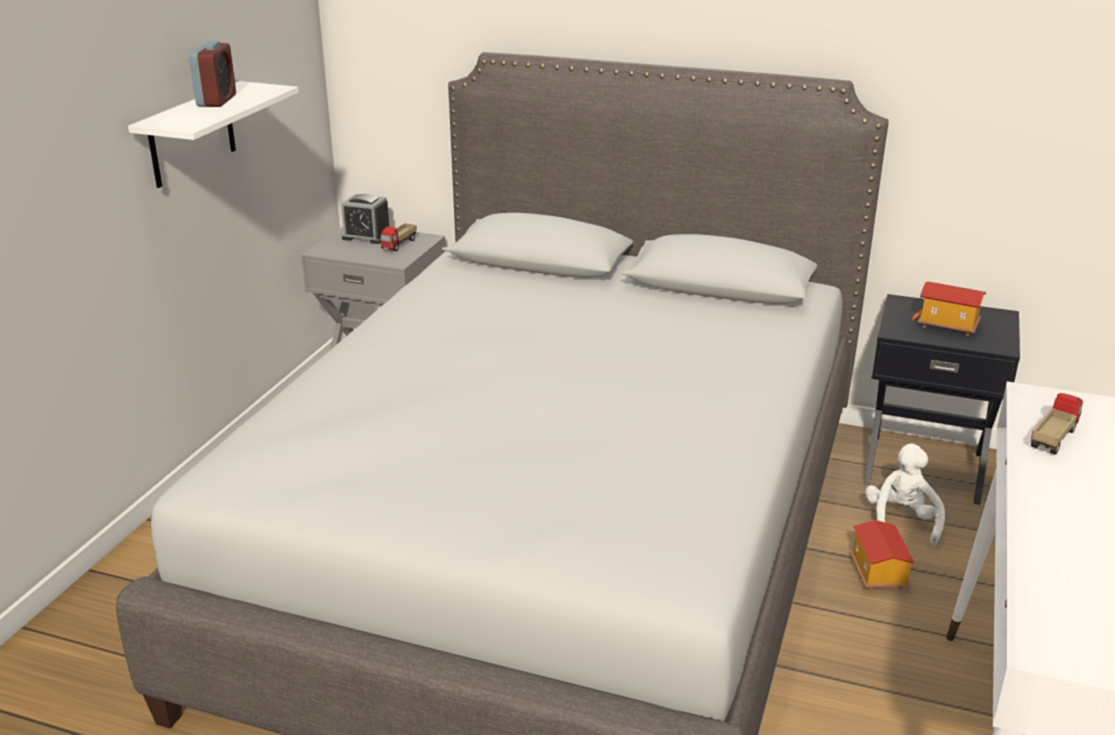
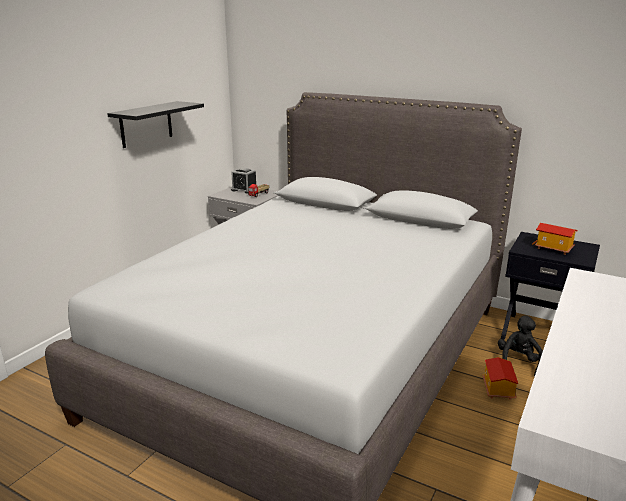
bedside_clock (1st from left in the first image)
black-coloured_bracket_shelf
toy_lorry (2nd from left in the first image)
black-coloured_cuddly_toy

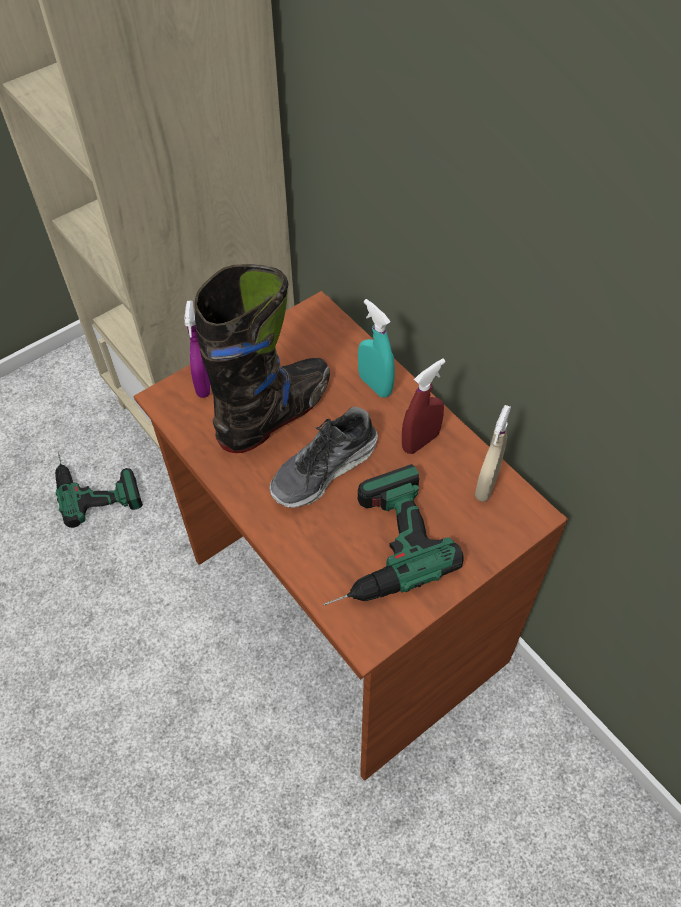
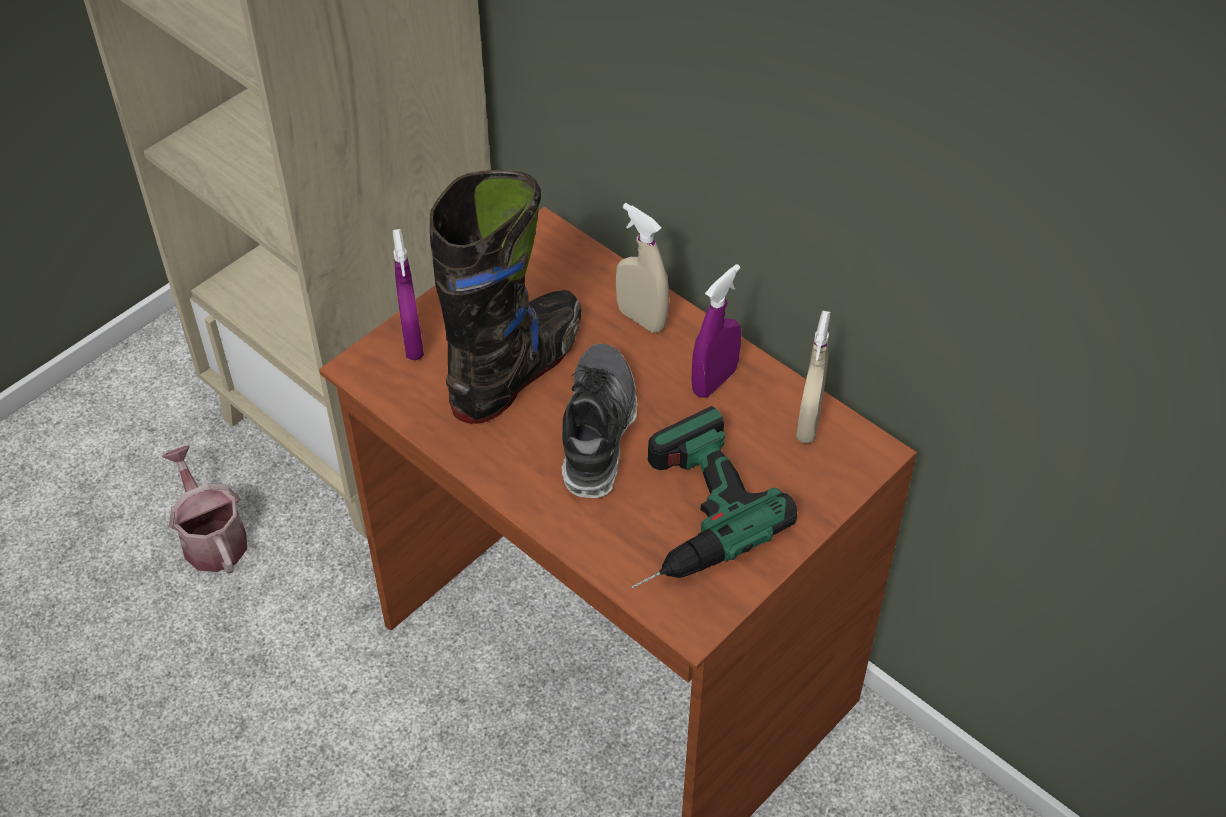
beige-coloured_hand_sprayer (1st from left)
purple_hand_sprayer (2nd from left)
low_shoe
watering_pot

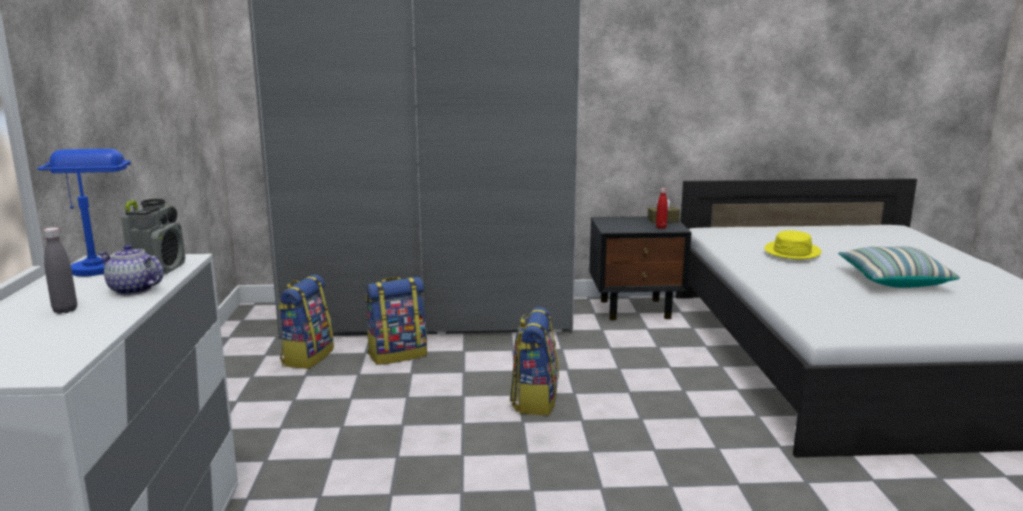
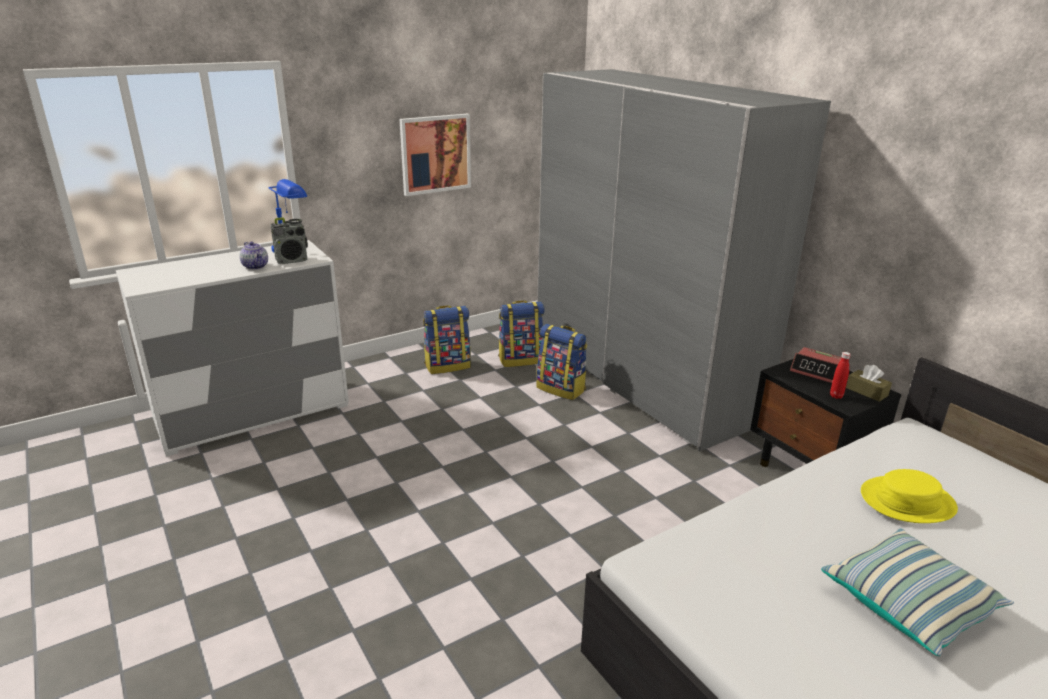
grey_beverage_bottle
teapot
rucksack (1st from left)
picture
bedside_clock

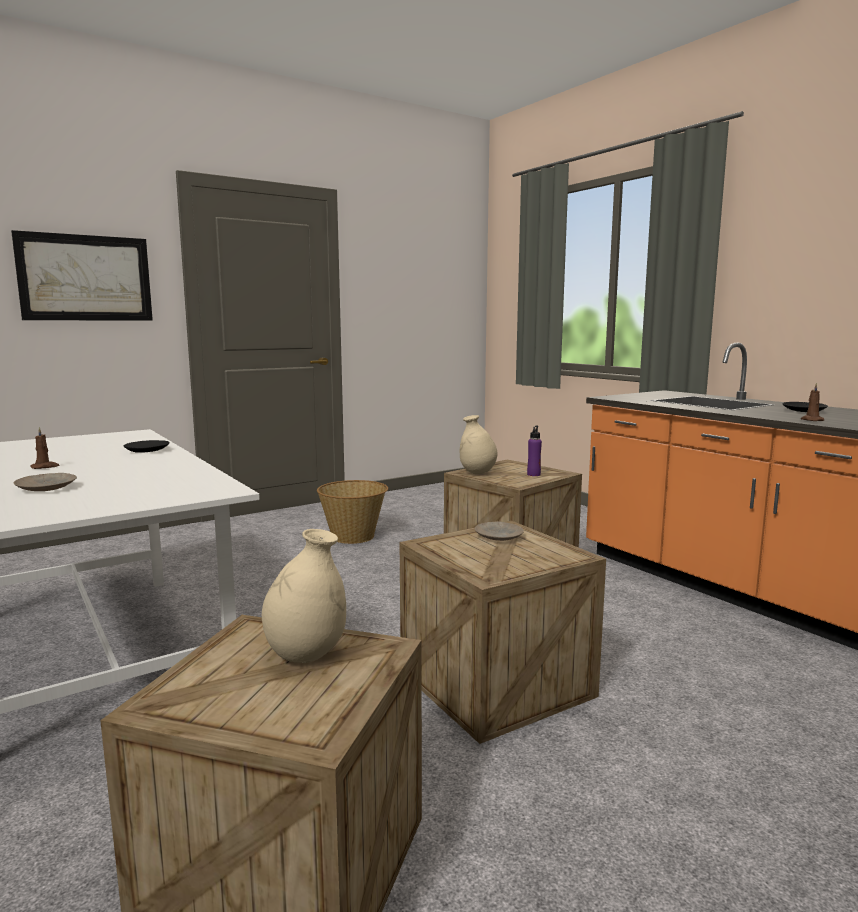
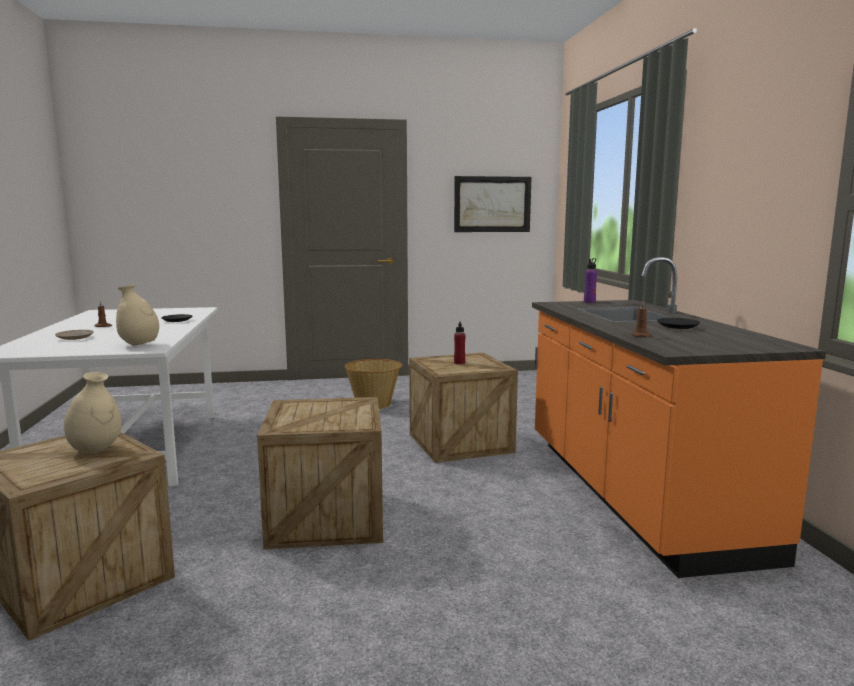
picture
beige-coloured_decorative_vase (2nd from left)
purple_beverage_bottle
beige-coloured_dinner_plate (2nd from left in the first image)
red_beverage_bottle

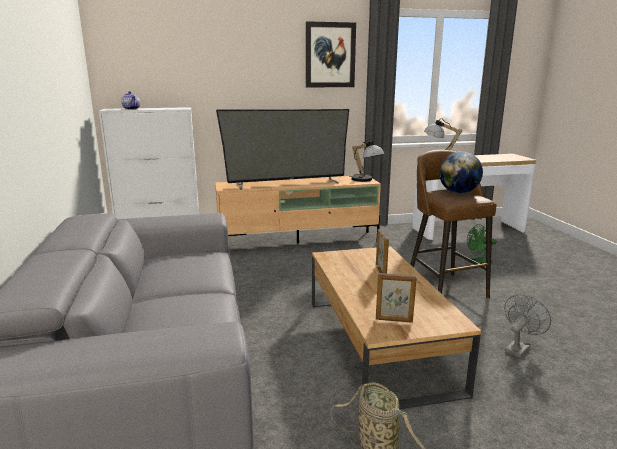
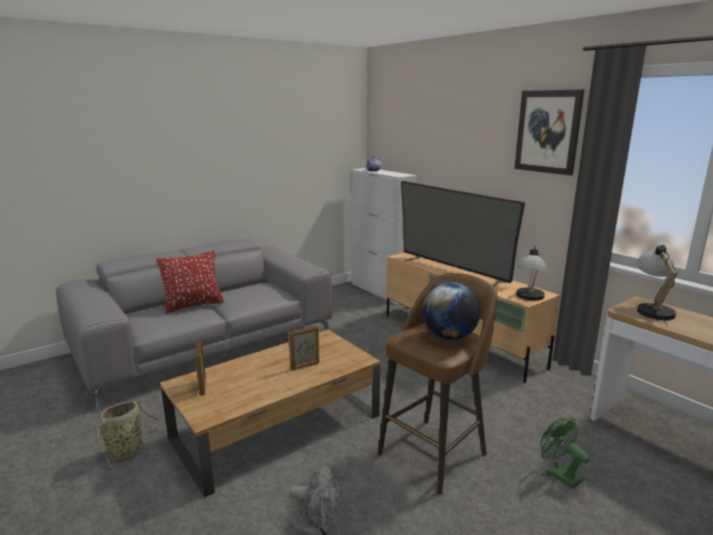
red_throw_pillow

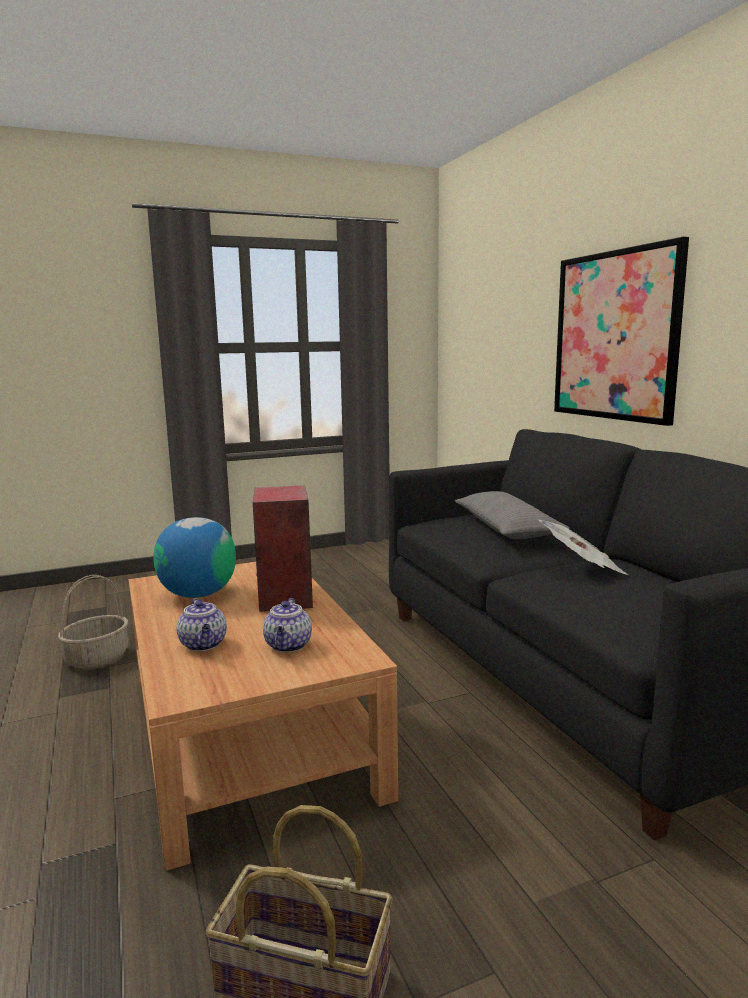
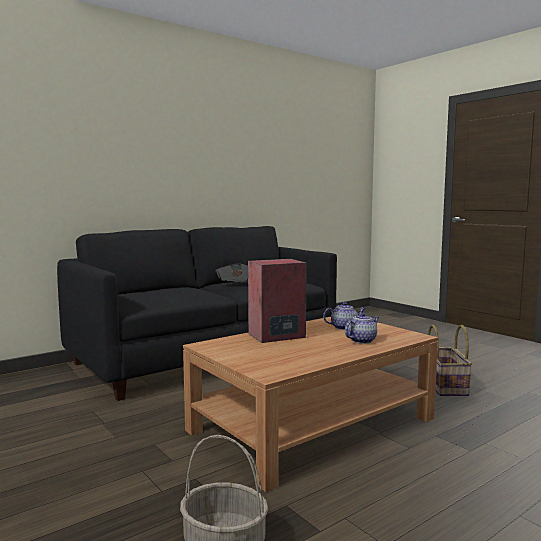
picture
grey_throw_pillow
globe

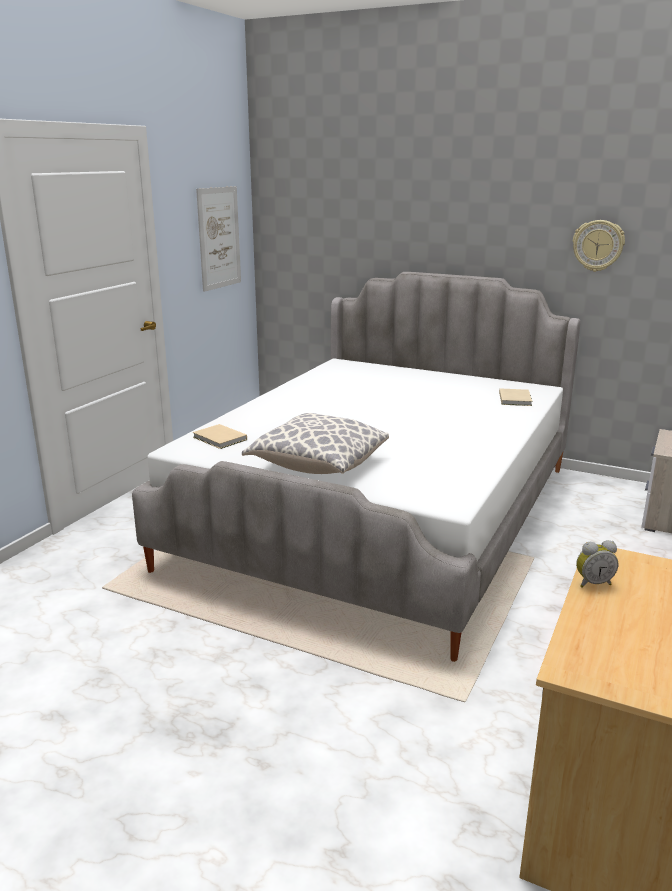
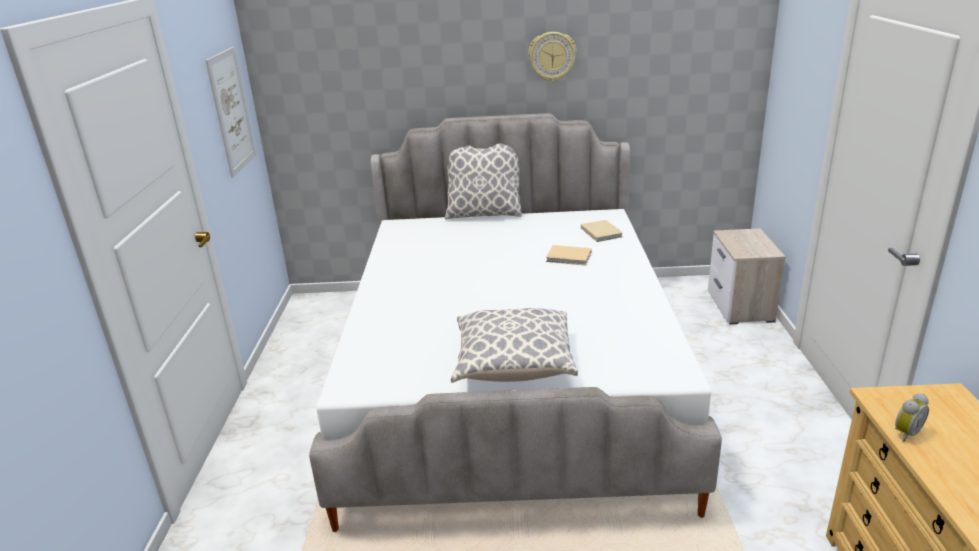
wall_clock
beige-coloured_book (1st from left)
throw_pillow (1st from left)

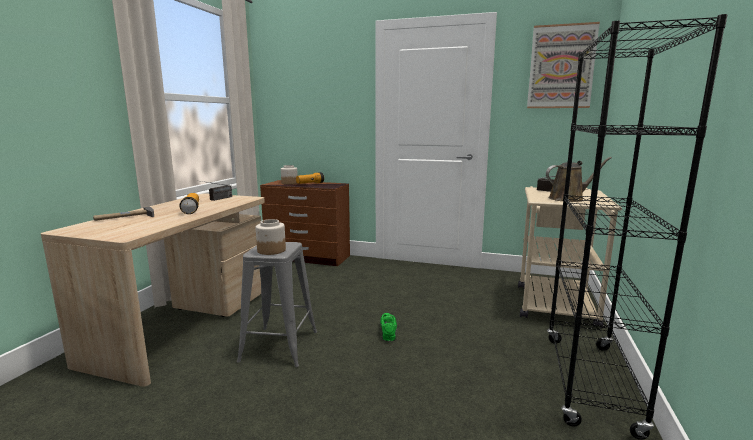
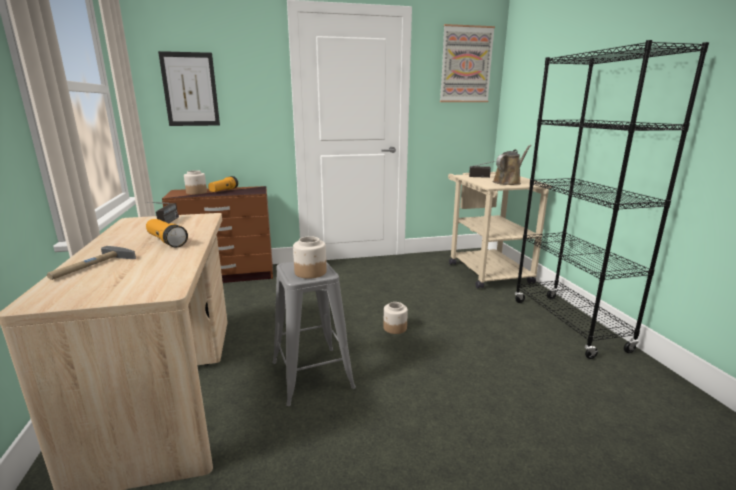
jar (3rd from left)
picture (1st from left)

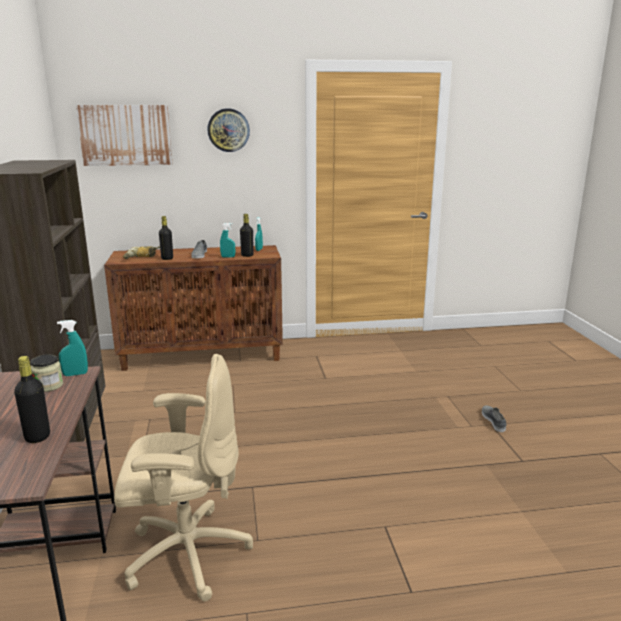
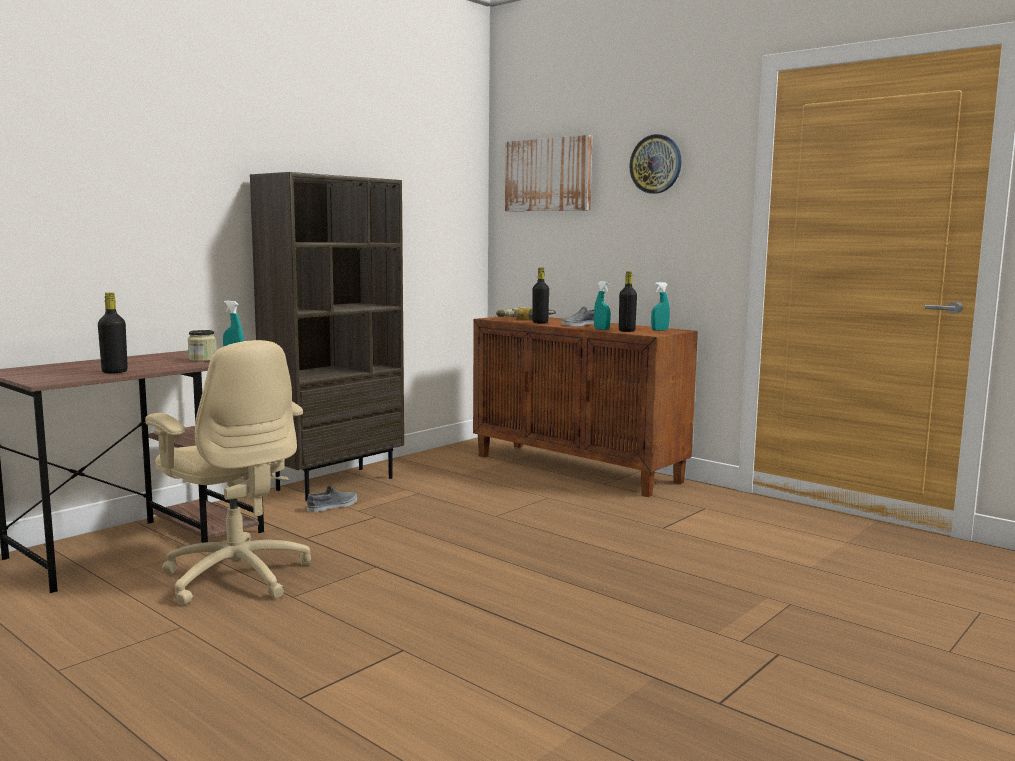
grey_low_shoe (1st from left)

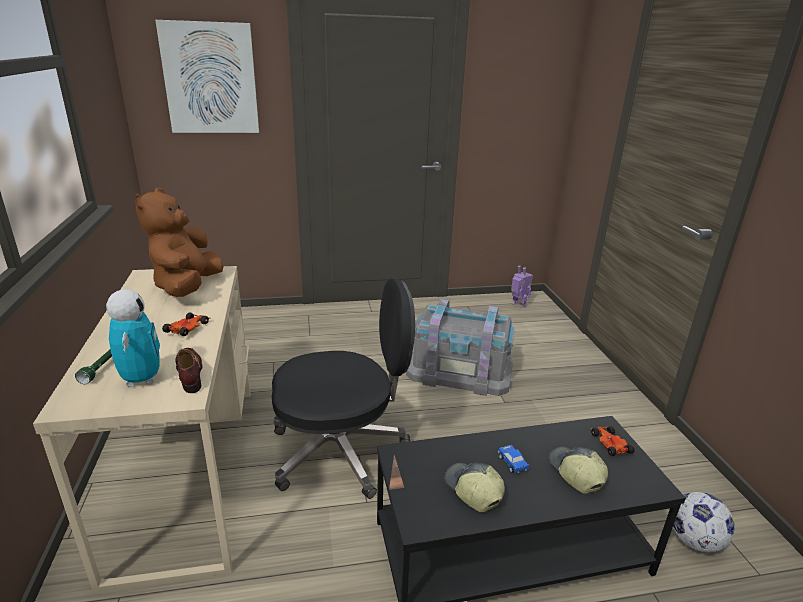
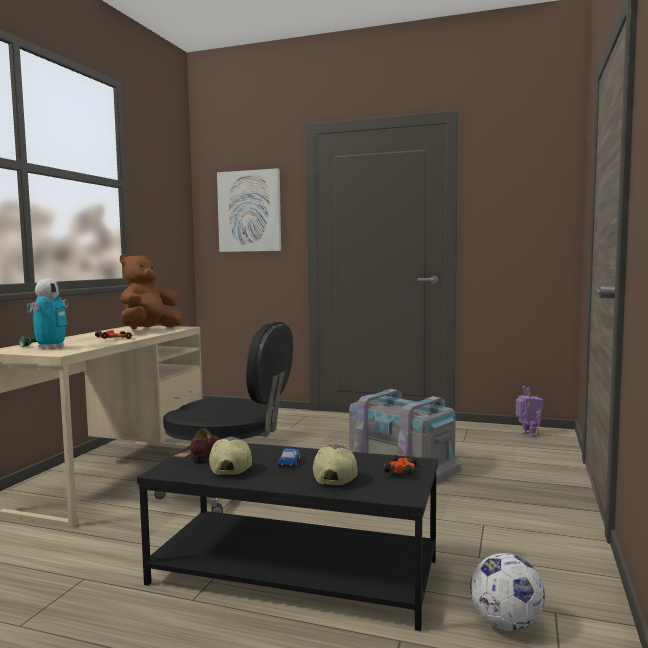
brownish_low_shoe

